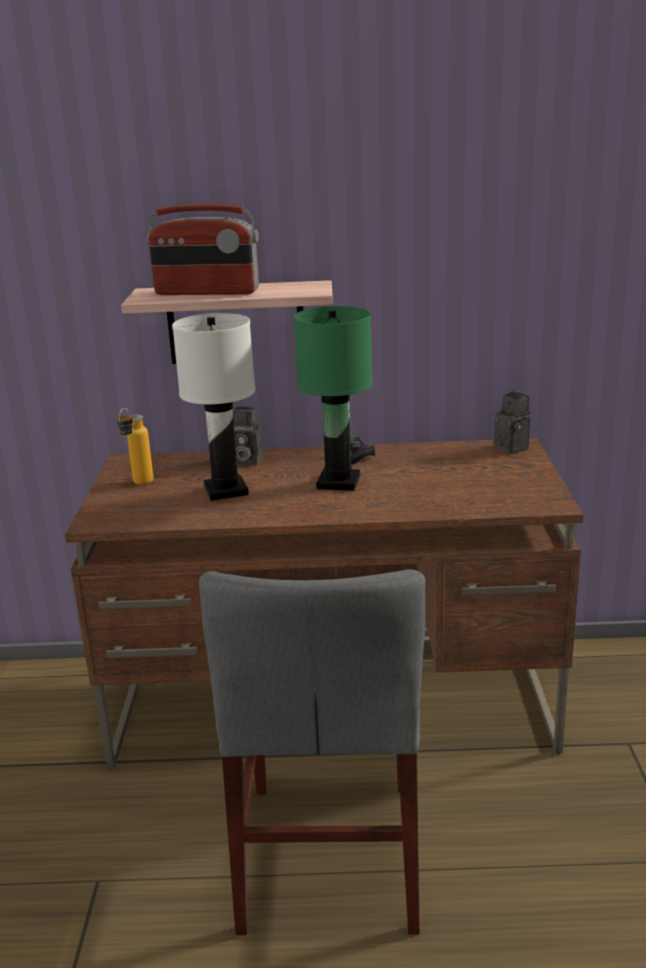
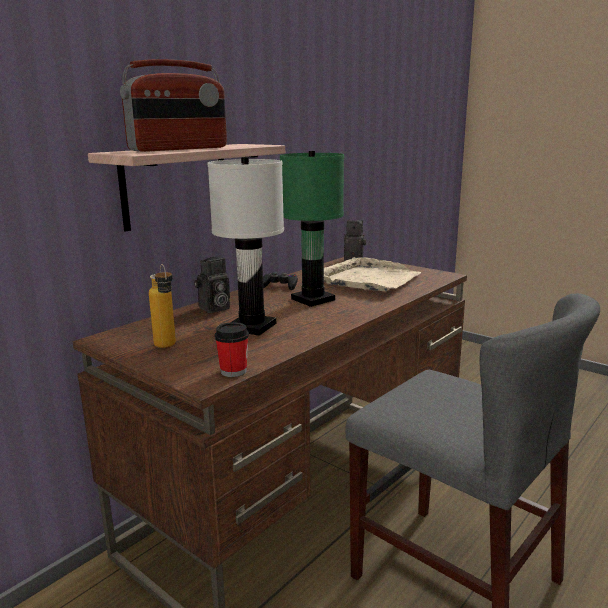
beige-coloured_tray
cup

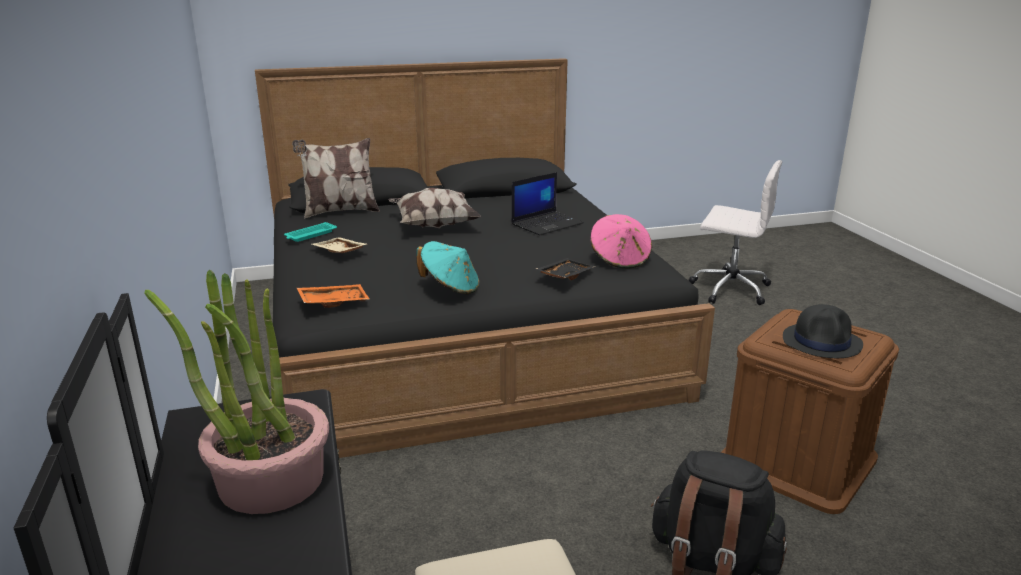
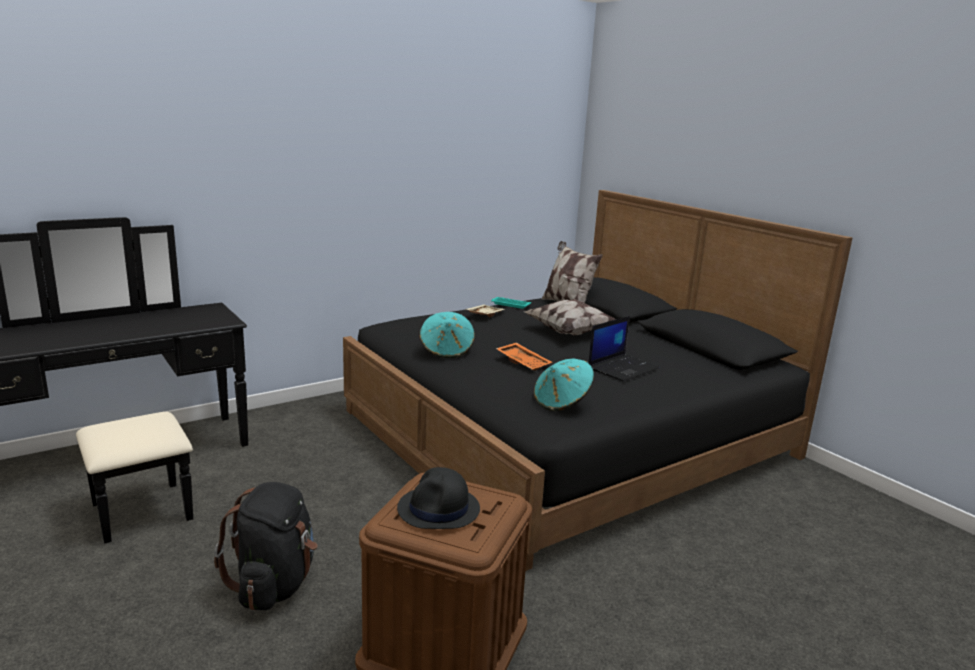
white_desk_chair
laptop
turquoise_wearable_hat (2nd from left)
black-coloured_tray
plant_in_a_pot
orange-coloured_tray

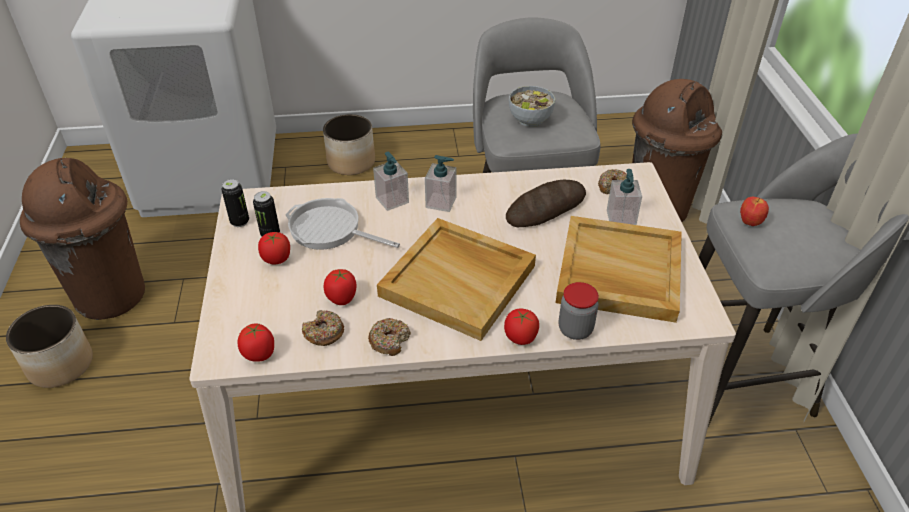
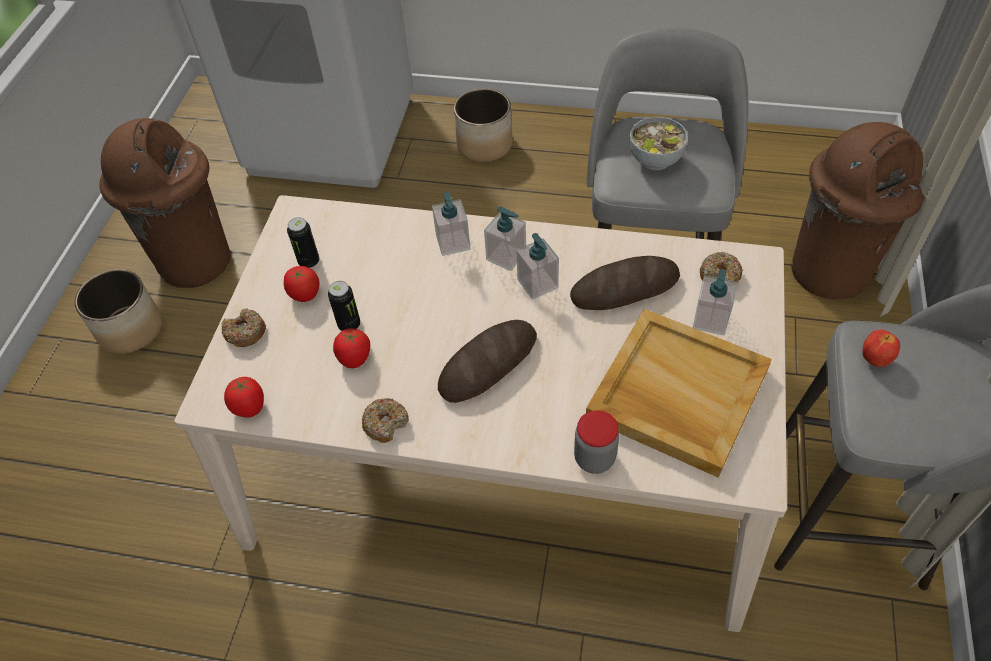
sealed_can (2nd from left)
frying_pan
bakery_bread (1st from left)
tomato (4th from left in the first image)
donut (1st from left)
soap_dispenser (3rd from left)

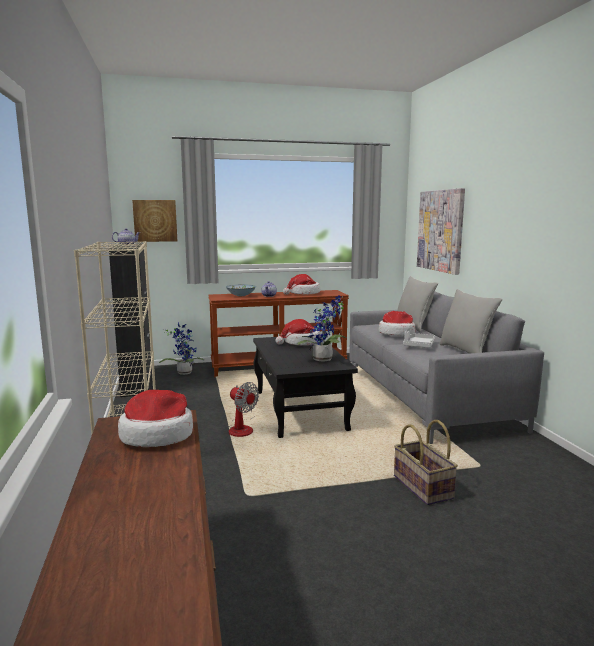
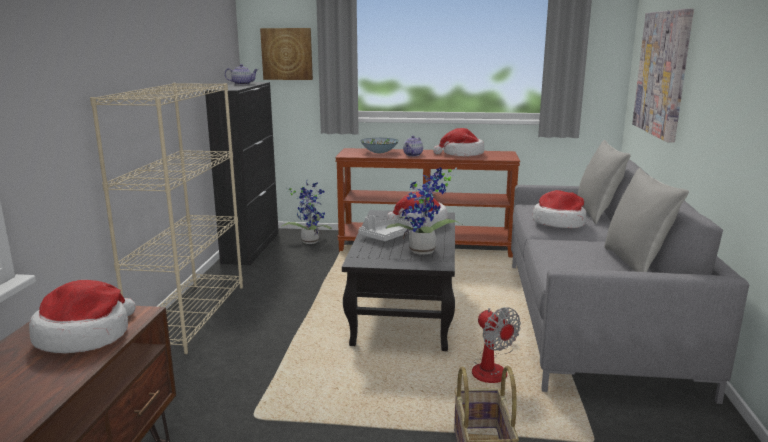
grey_tray
cooling_fan

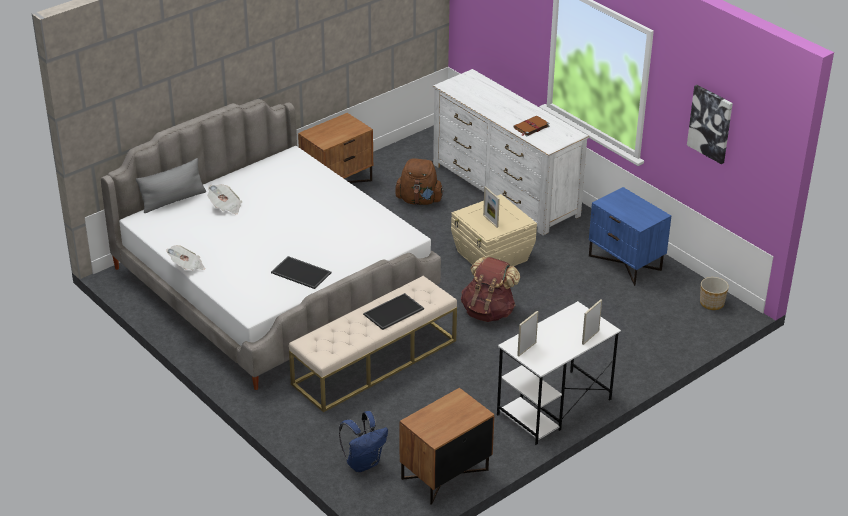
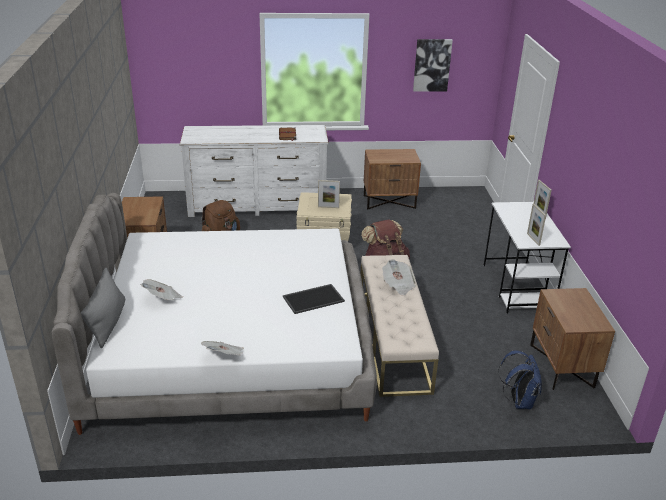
brownish_nightstand (2nd from left)
planter
newspaper (3rd from left)

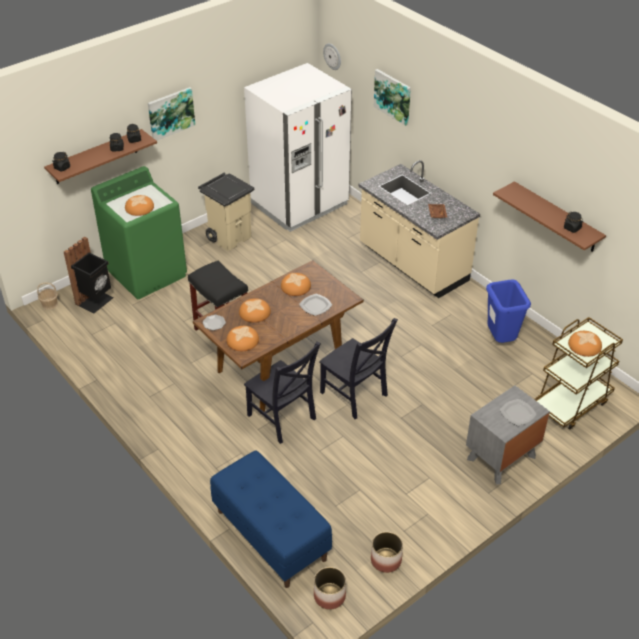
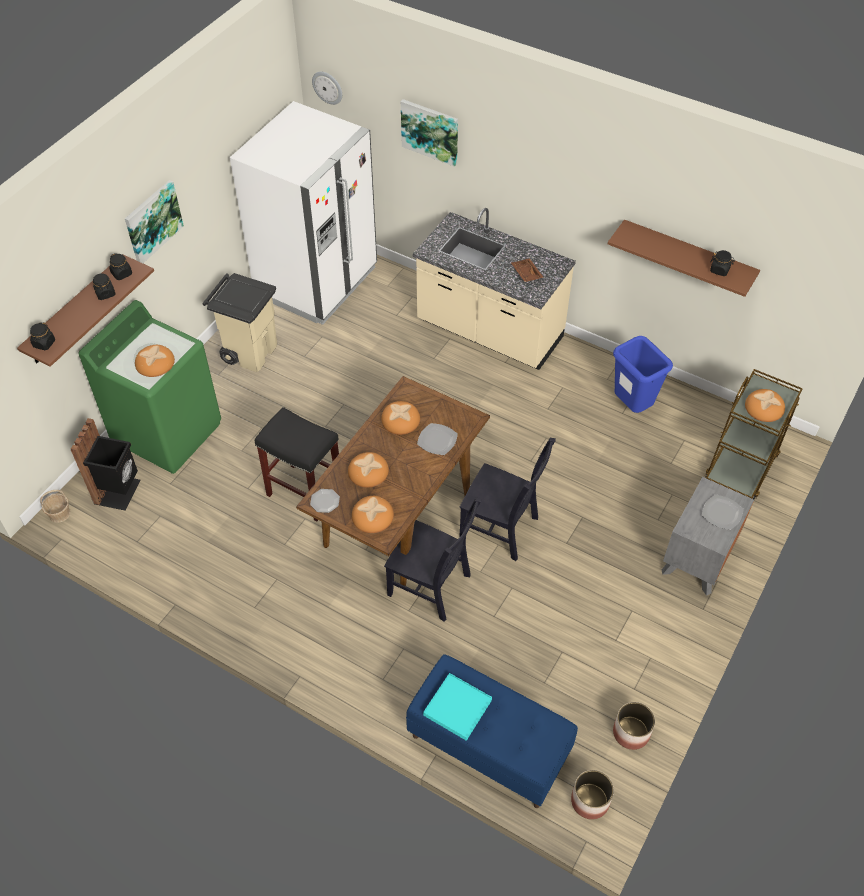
turquoise_tray

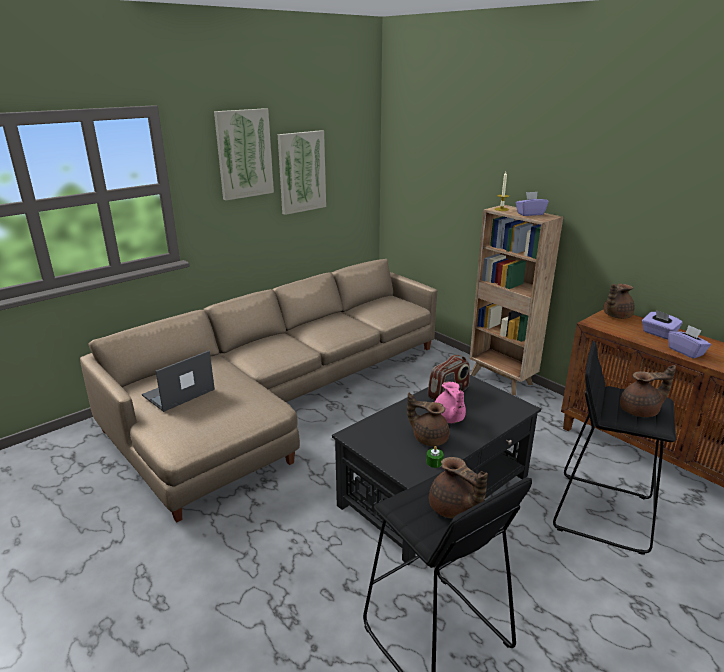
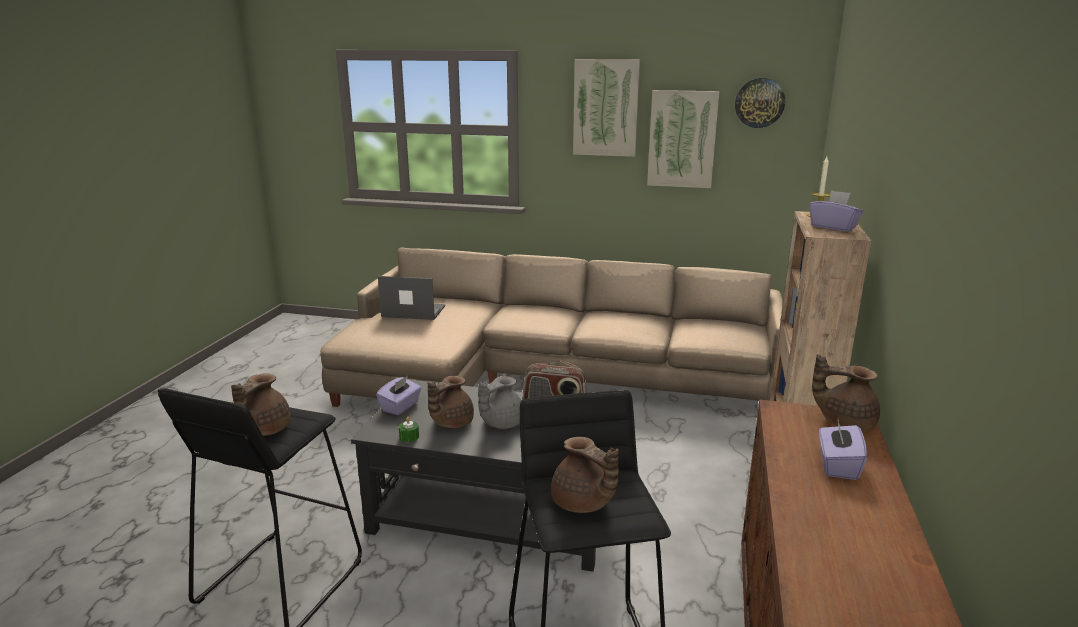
purple_tissue_holder (1st from left)
grey_teapot
brownish_teapot (2nd from left)
wall_clock

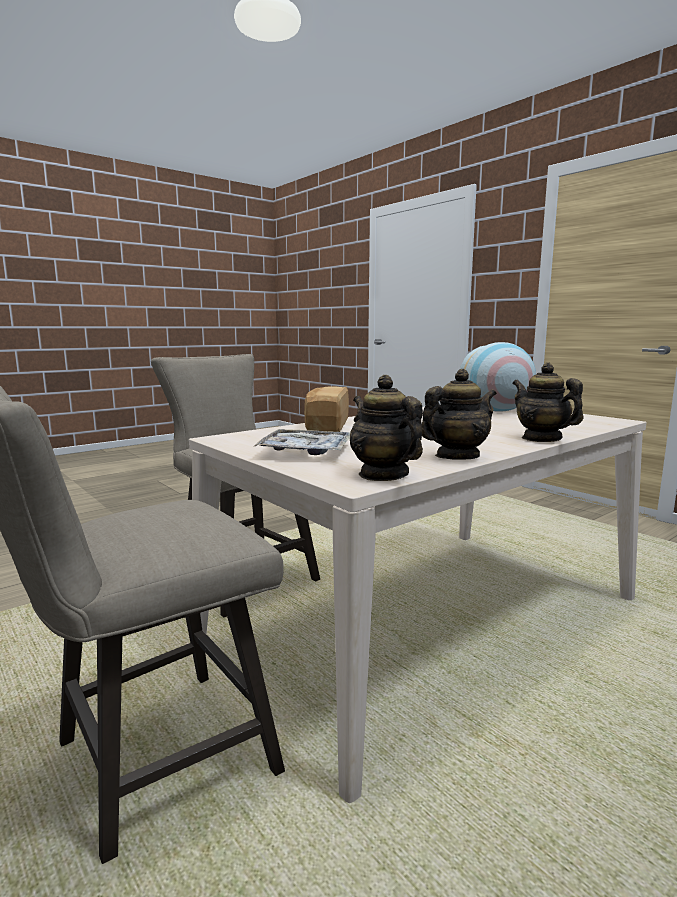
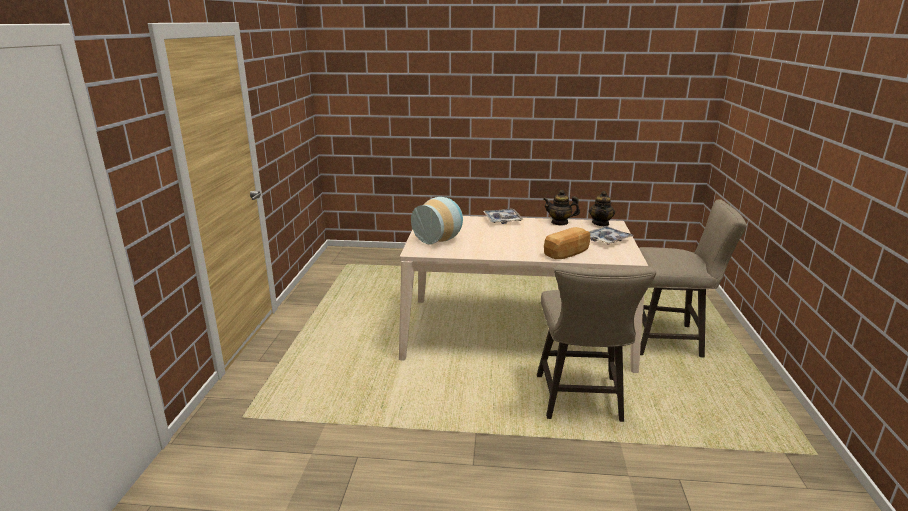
tray (1st from left)

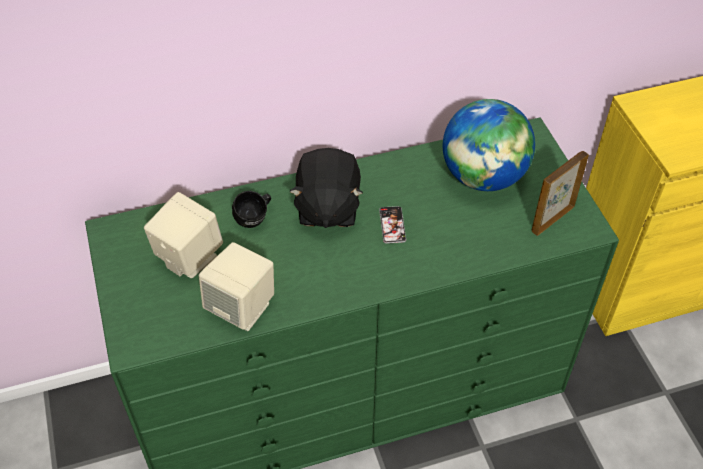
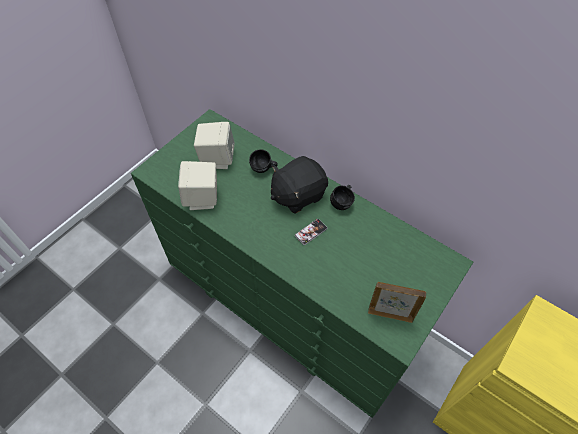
globe
black-coloured_mug (2nd from left)

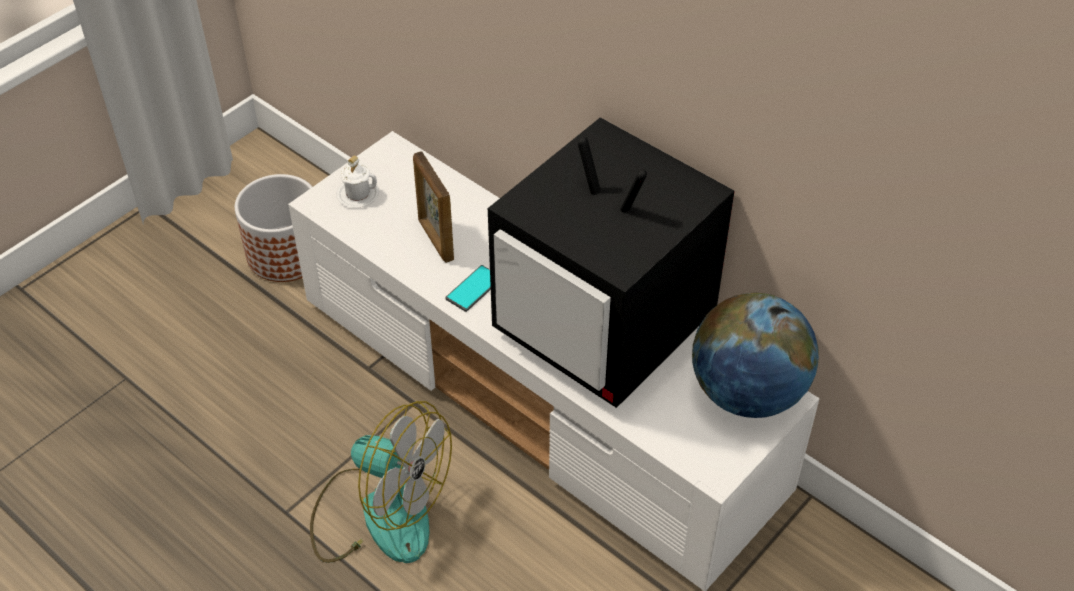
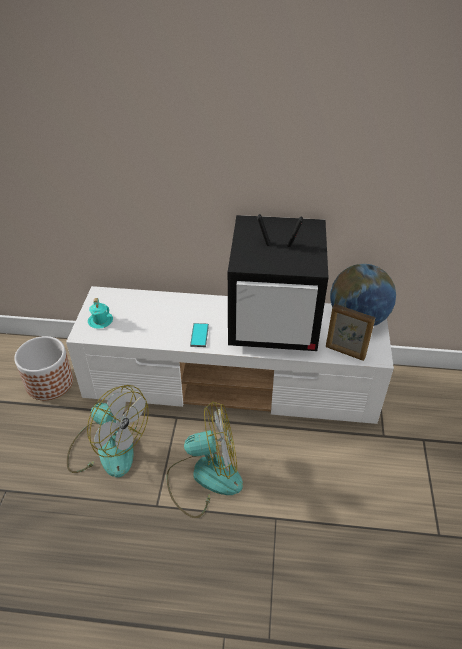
picture_frame
turquoise_mug
cooling_fan (1st from left)

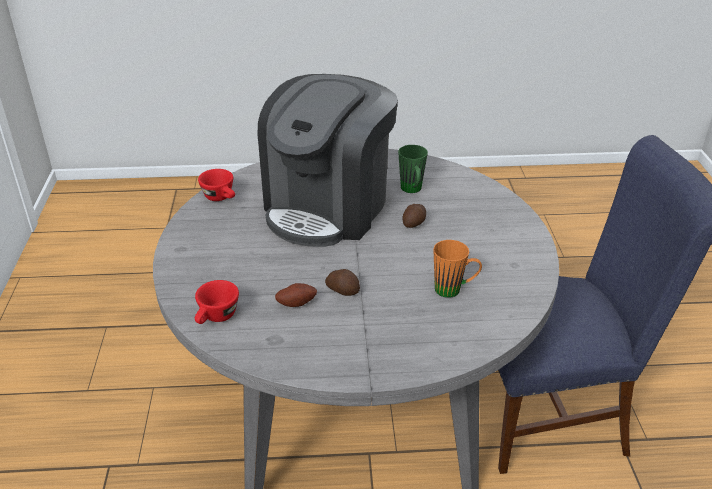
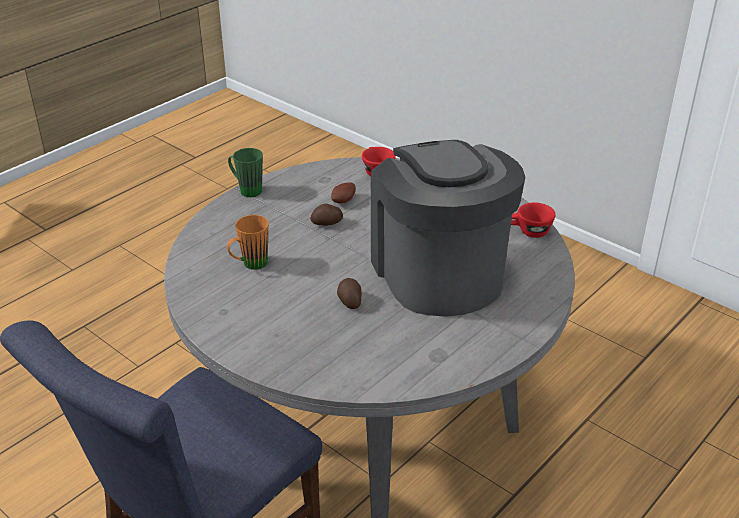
green-coloured_mug

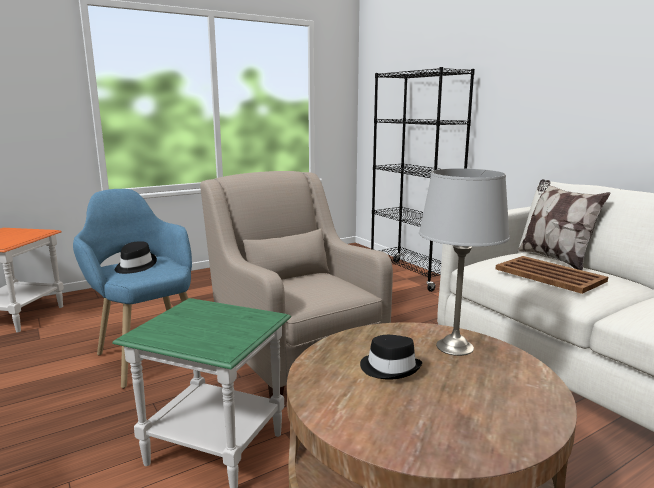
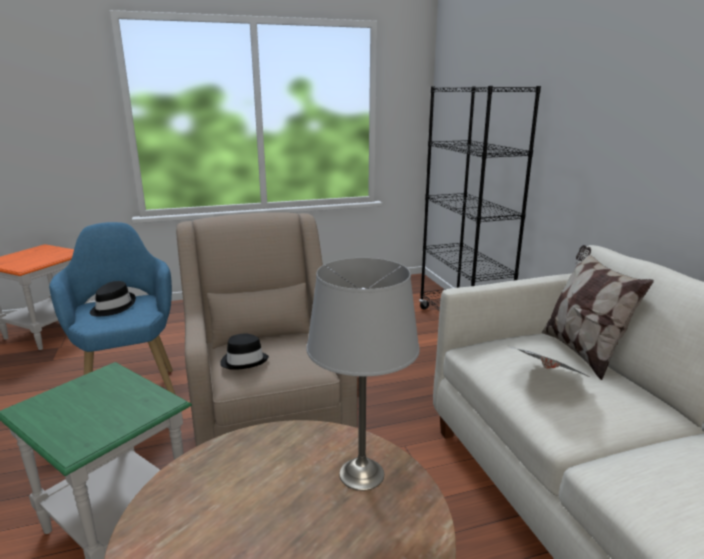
newspaper
black-coloured_wearable_hat (2nd from left)

